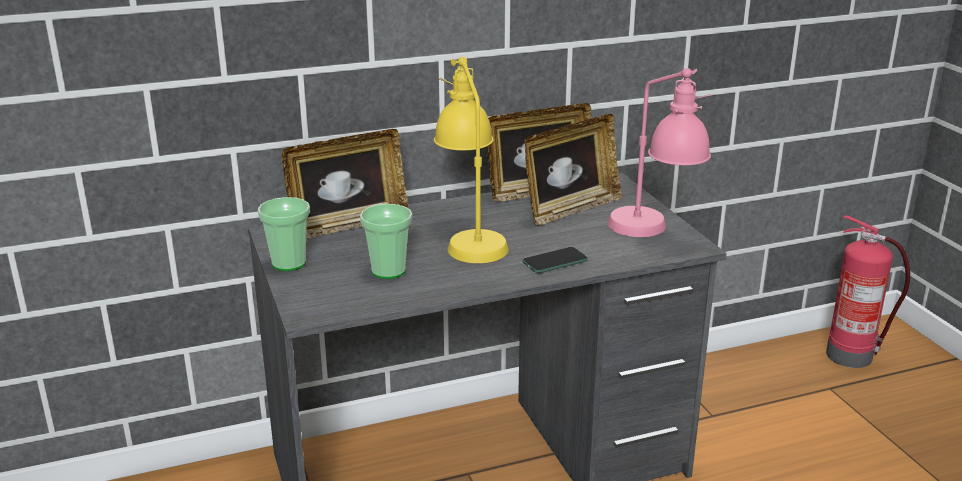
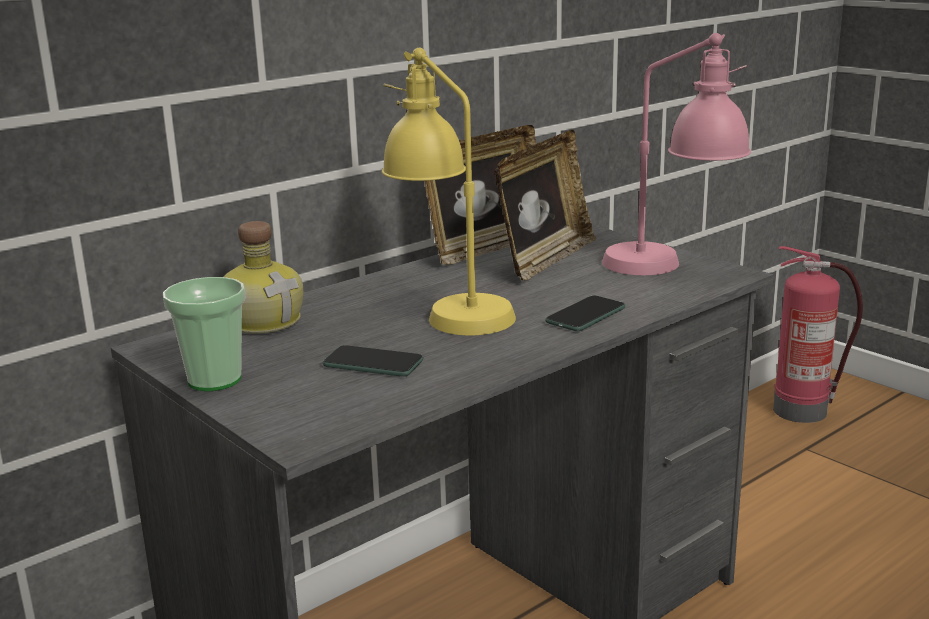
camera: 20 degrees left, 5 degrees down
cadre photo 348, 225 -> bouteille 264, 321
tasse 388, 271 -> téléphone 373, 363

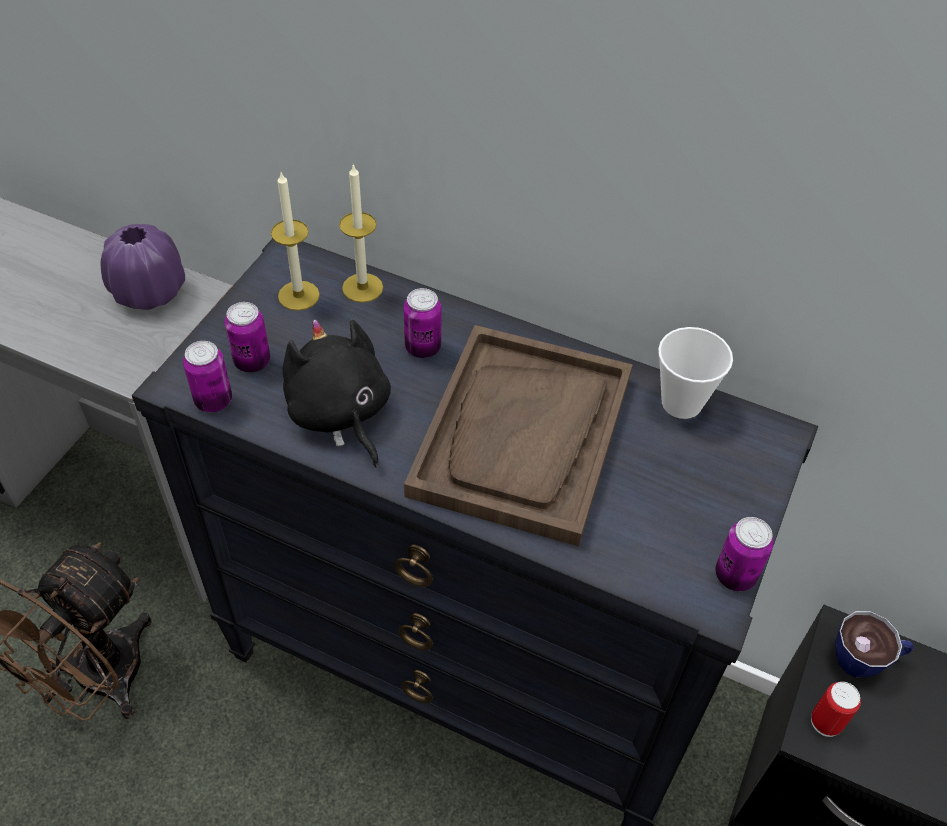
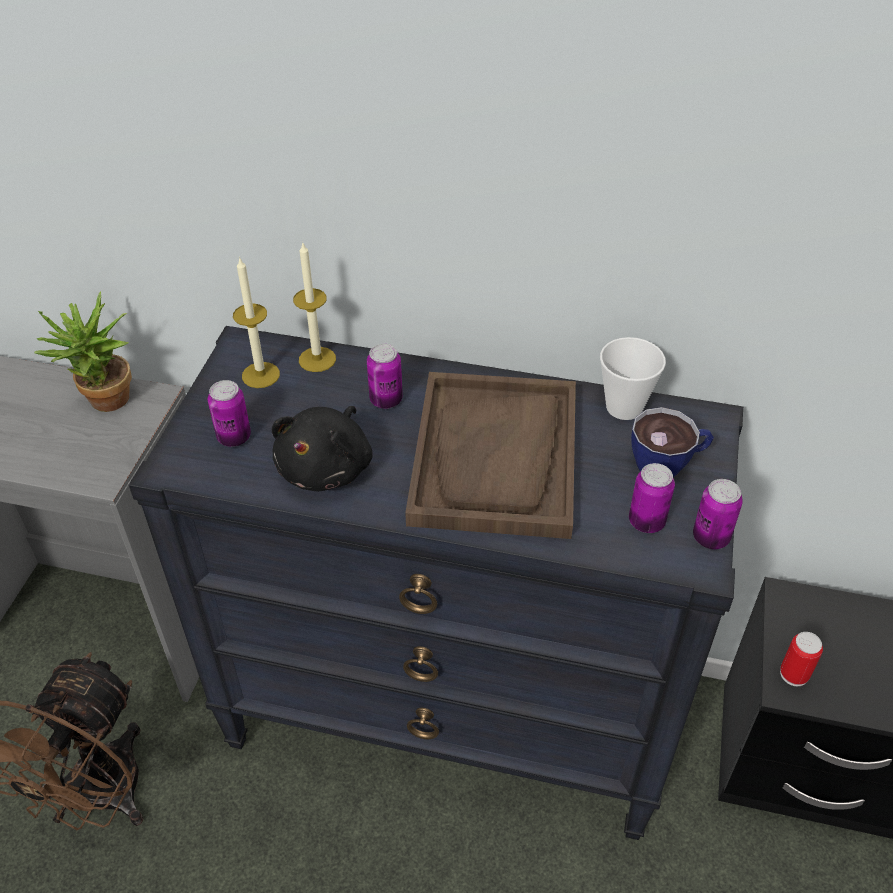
camera: 10 degrees left, 5 degrees down
vase/violet 149, 291 -> plante en pot 105, 404
peluche/noir 340, 414 -> peluche/noir 327, 467, 120 degrees counterclockwise
boîte métallique 213, 401 -> boîte métallique 646, 522, relocated
tasse 865, 659 -> tasse 668, 464, relocated

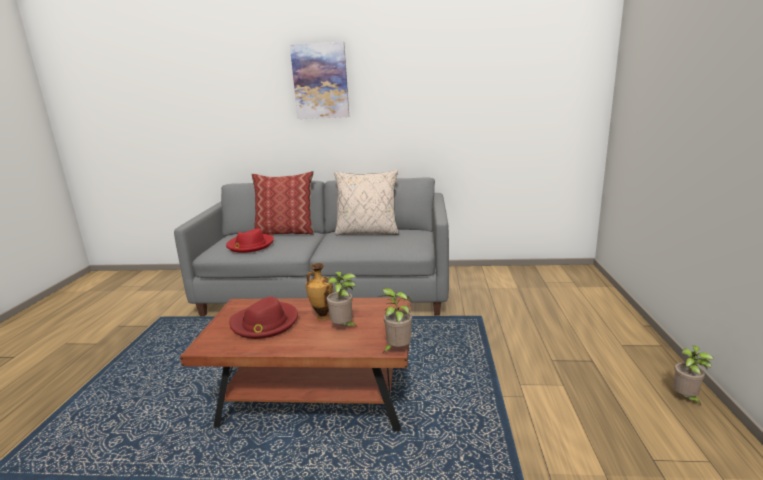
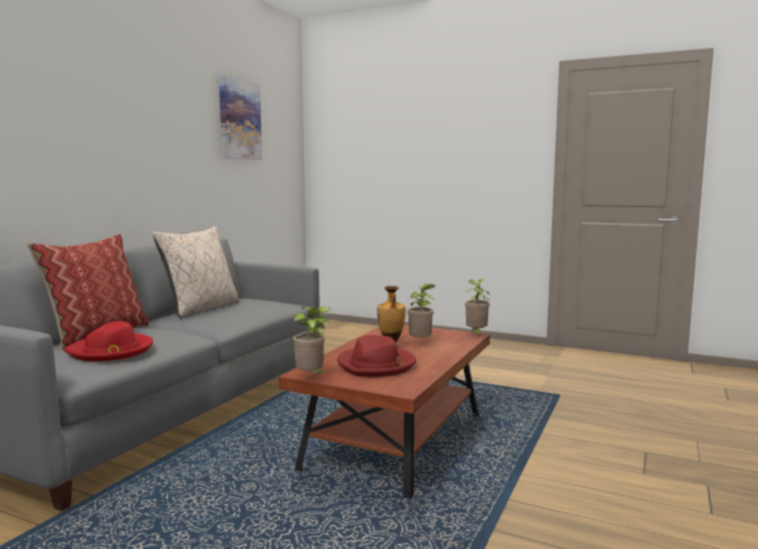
camera: 70 degrees left, 10 degrees down
tableau 320, 81 -> tableau 239, 120, relocated
plante en pot 685, 398 -> plante en pot 311, 377, relocated

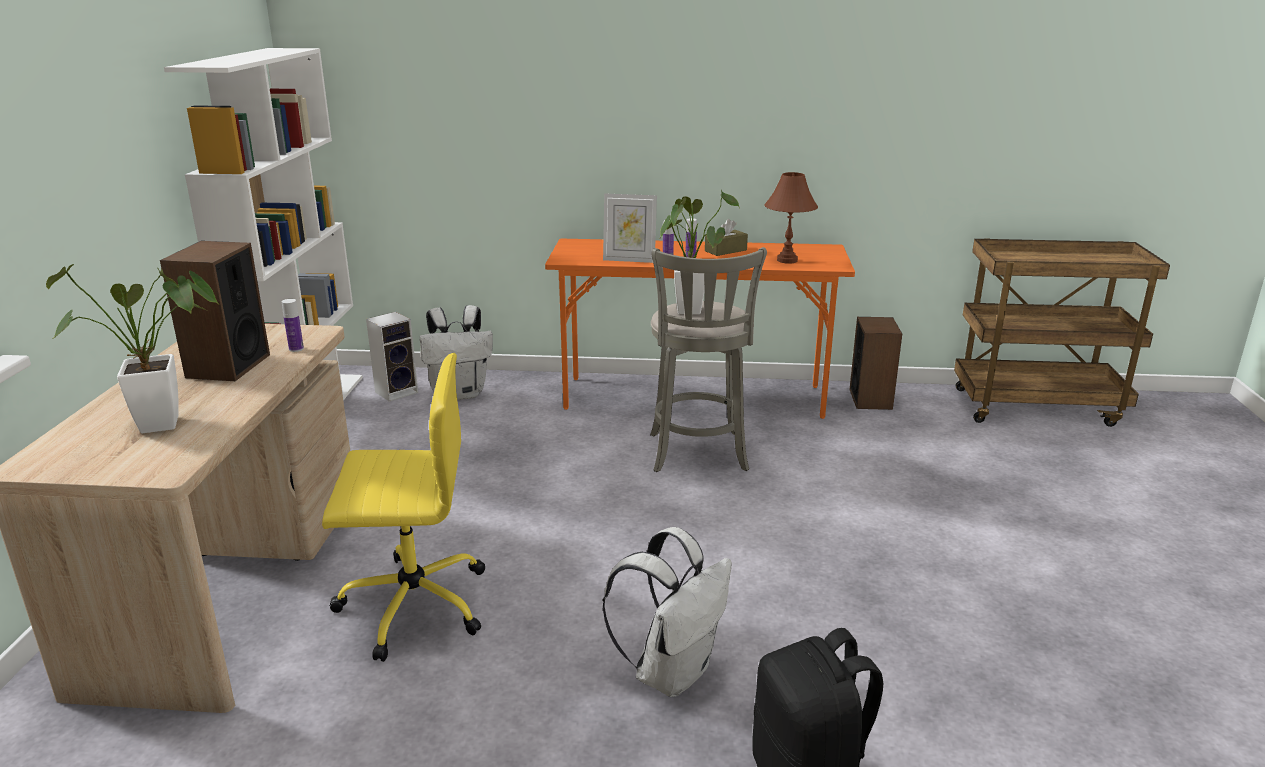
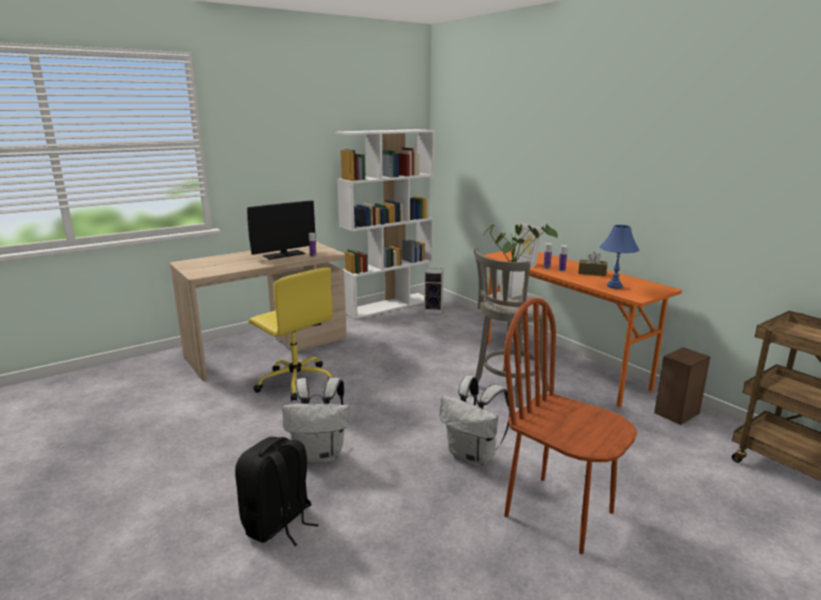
camera: 50 degrees right, 5 degrees down
enceinte 228, 366 -> écran d'ordinateur 284, 254
sac à dos/blanc 460, 393 -> sac à dos/blanc 474, 456, relocated
none -> chaise/marron 559, 513
lampe de table/marron 787, 260 -> lampe de table/bleu 614, 286
plante en pot 171, 424 -> none

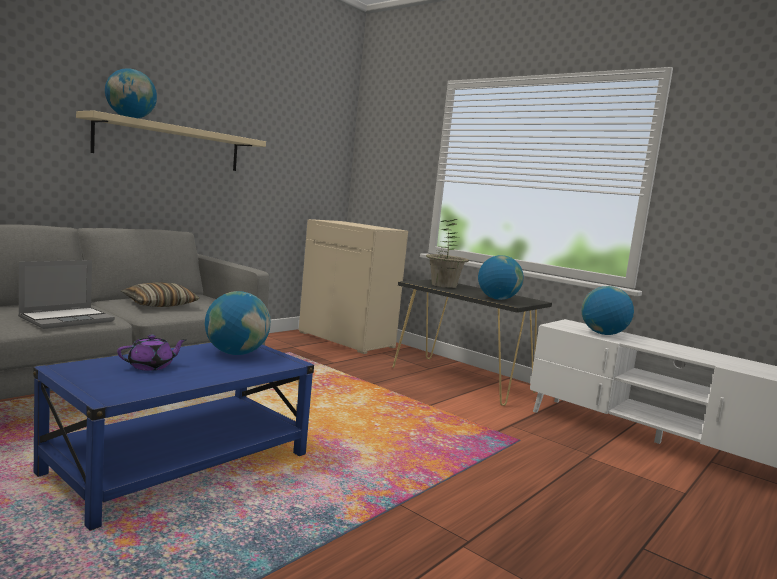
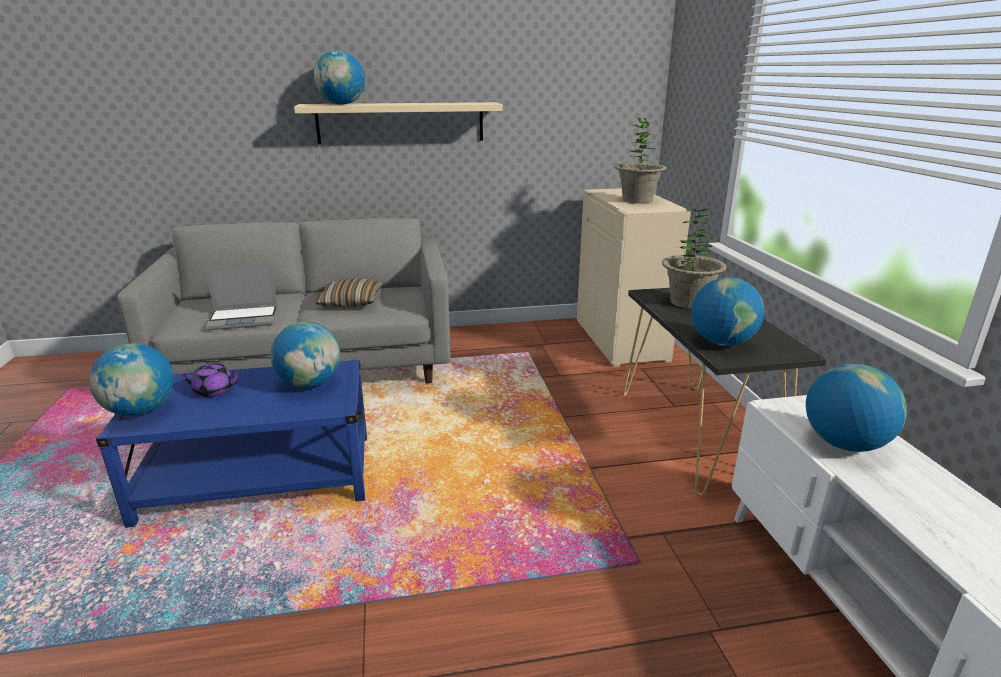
camera: 40 degrees right, 15 degrees up
none -> globe 141, 410
none -> plante en pot 637, 200

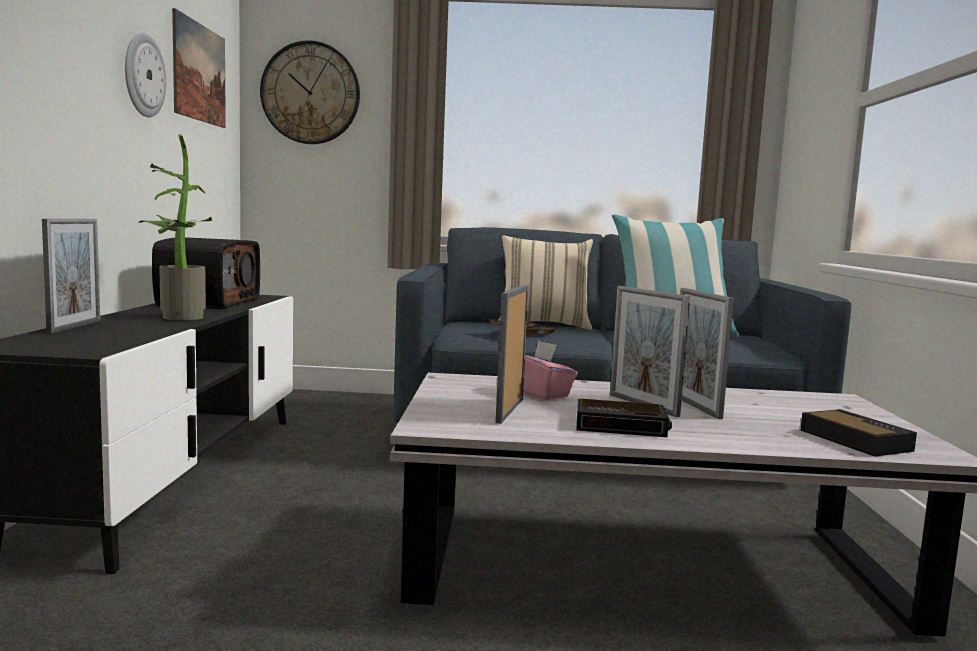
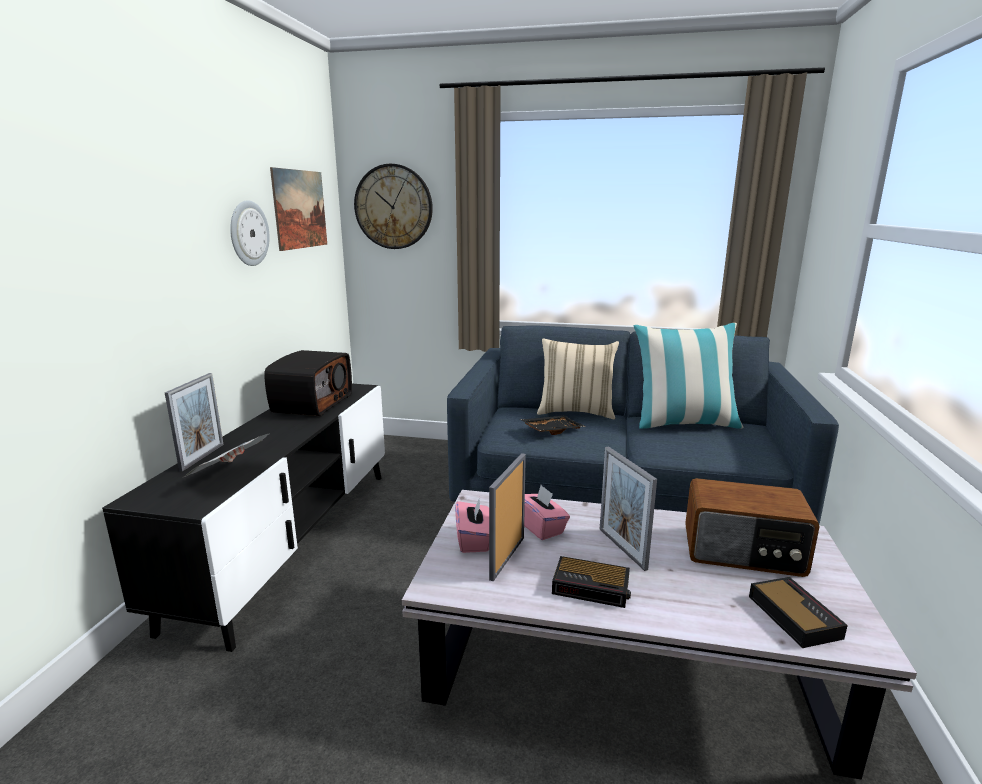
camera: 10 degrees right, 10 degrees up
none -> journal 229, 475
none -> boîte à mouchoirs/rose 474, 540
none -> radio 743, 552
plante en pot 177, 317 -> none
cadre photo 695, 406 -> none

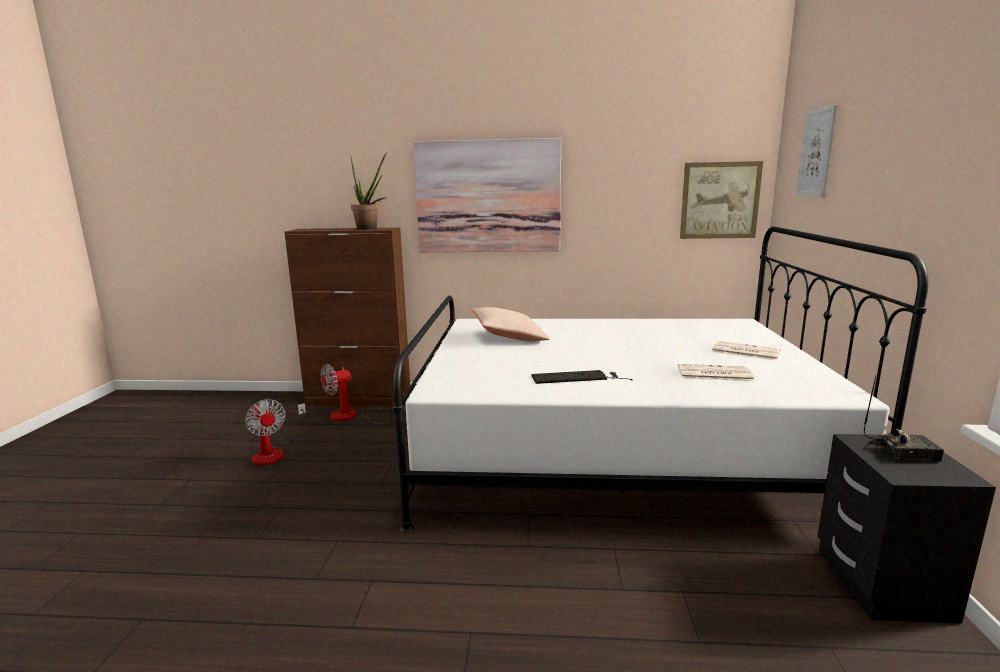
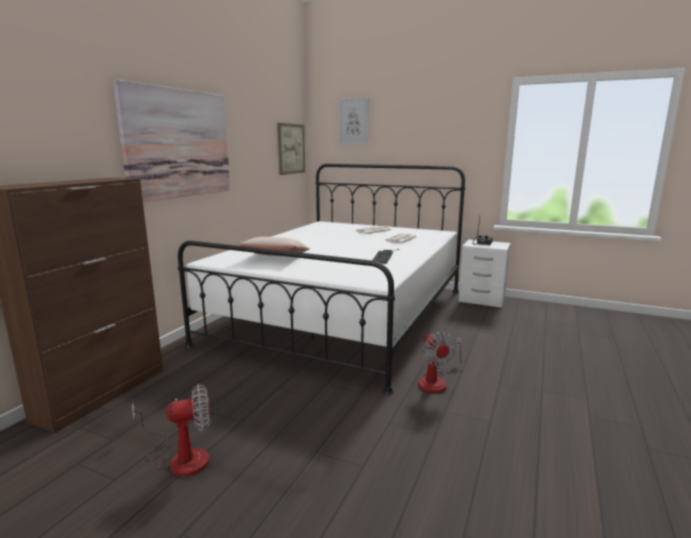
camera: 70 degrees left, 0 degrees up
ventilateur 352, 417 -> ventilateur 437, 381, relocated
table de chevet/noir 882, 584 -> table de chevet/blanc 482, 299
plante en pot 370, 229 -> none

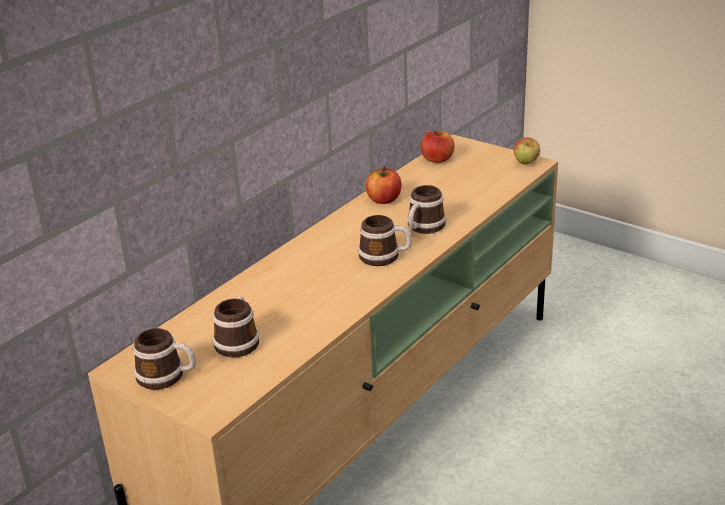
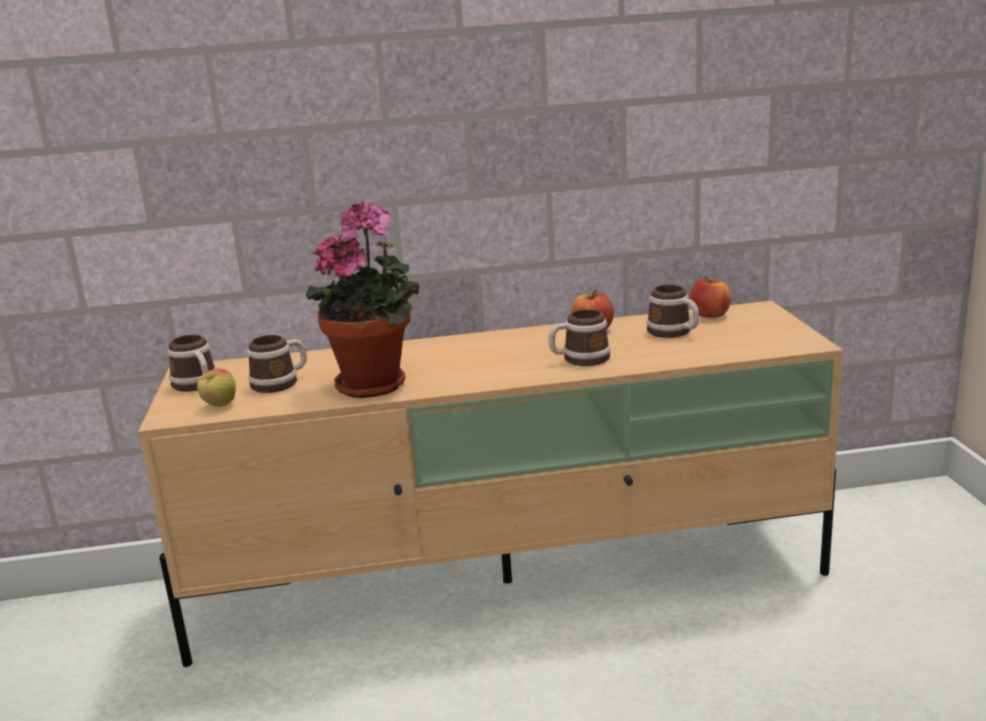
camera: 45 degrees right, 10 degrees down
pomme 526, 163 -> pomme 220, 406, relocated
none -> plante en pot 377, 383
mug 385, 256 -> mug 674, 332, relocated

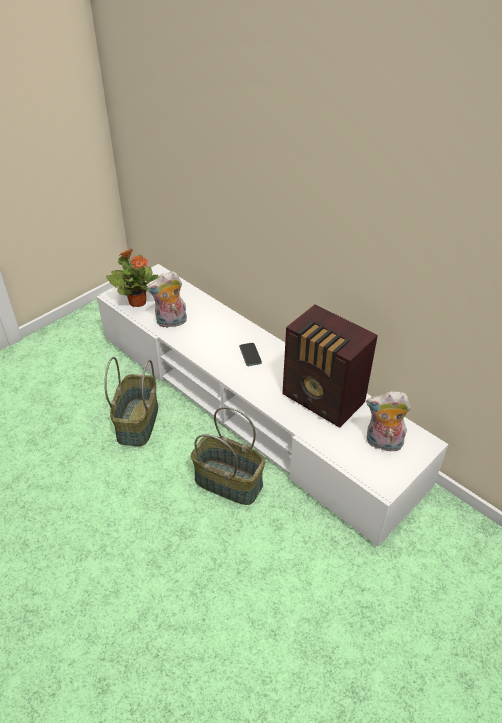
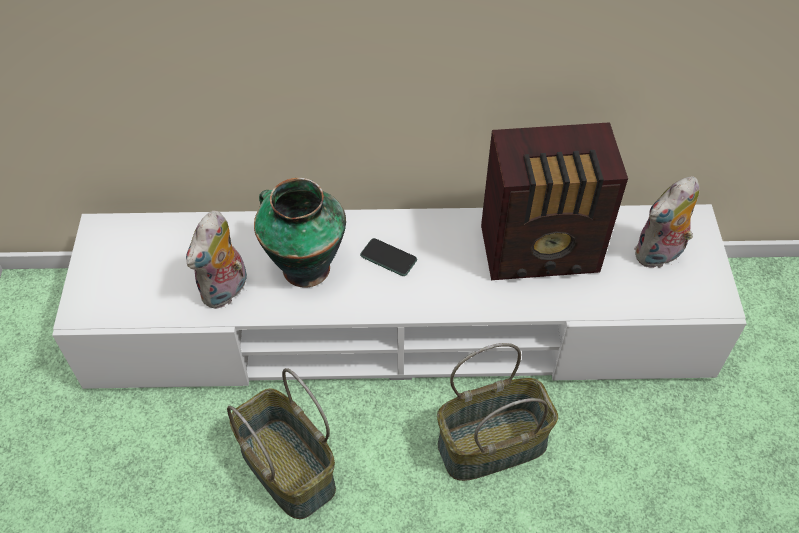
camera: 45 degrees left, 10 degrees up
none -> vase 304, 266
plante en pot 137, 302 -> none

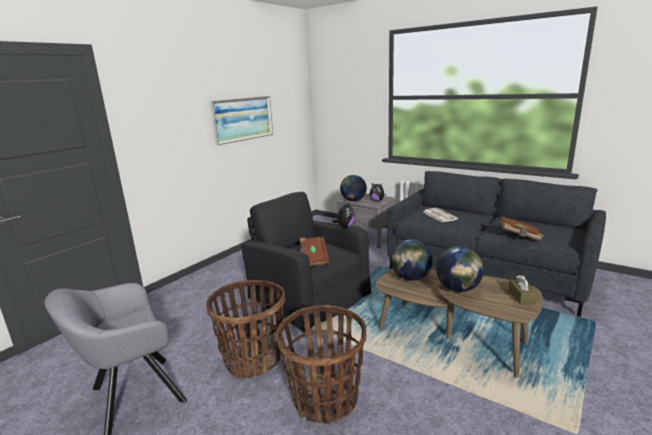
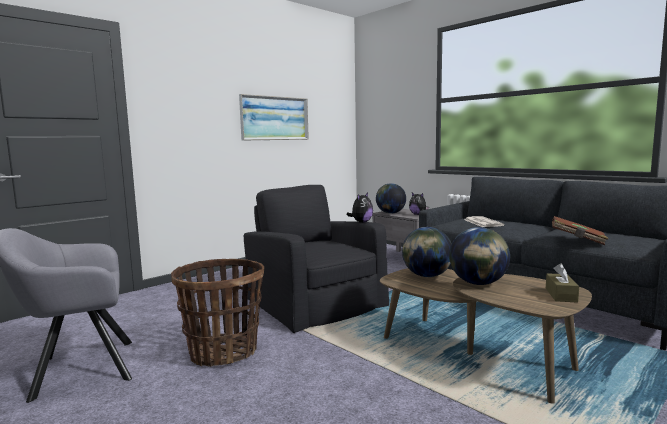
camera: 10 degrees right, 10 degrees down
panier 325, 400 -> none
livre/marron 313, 259 -> none

